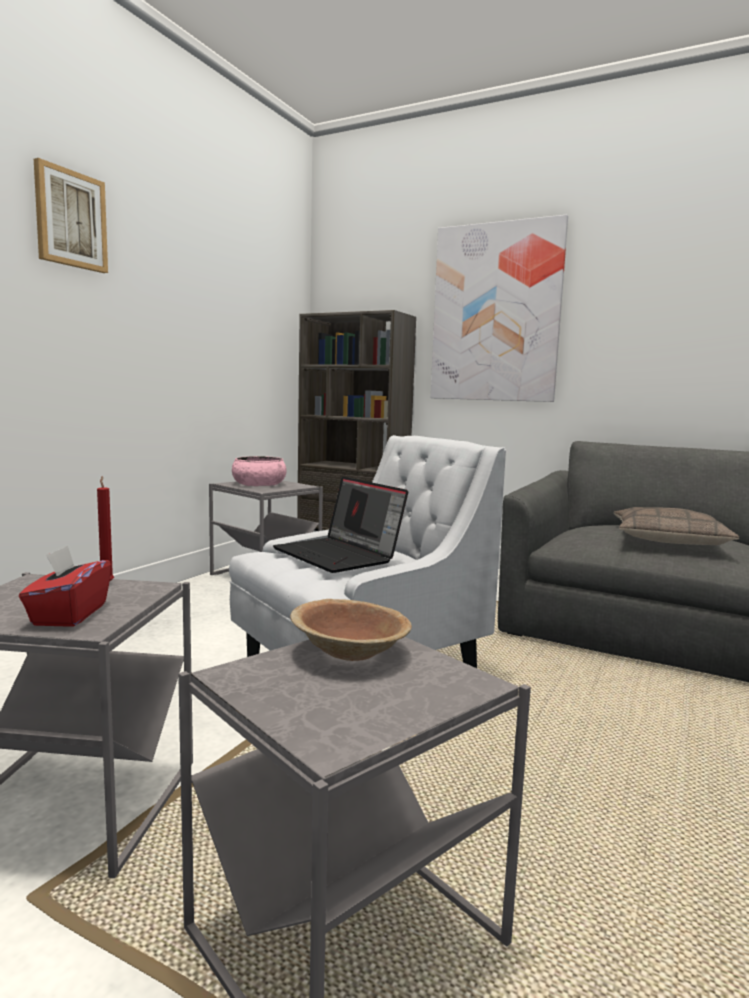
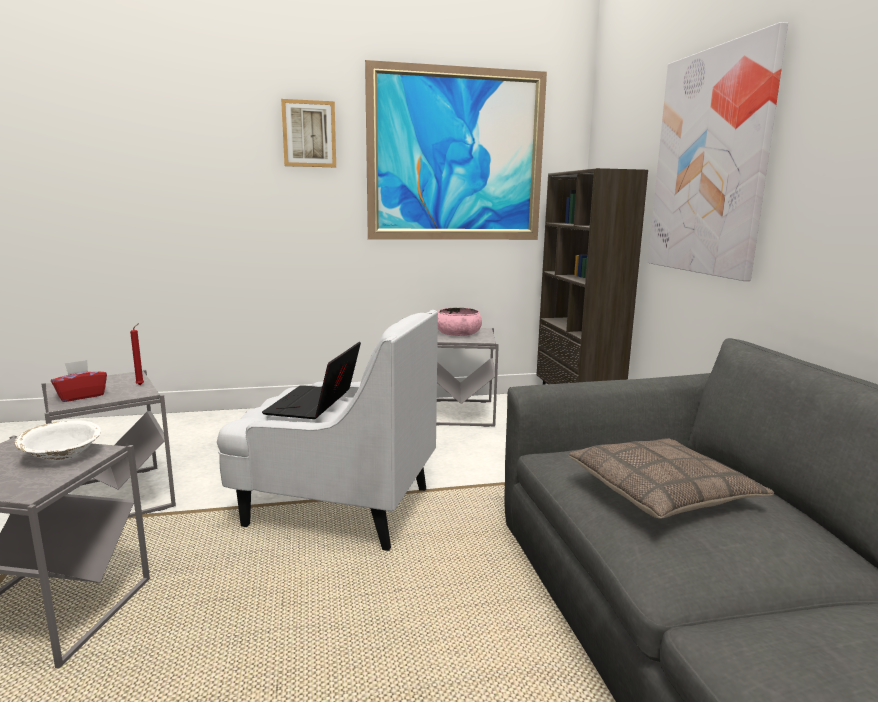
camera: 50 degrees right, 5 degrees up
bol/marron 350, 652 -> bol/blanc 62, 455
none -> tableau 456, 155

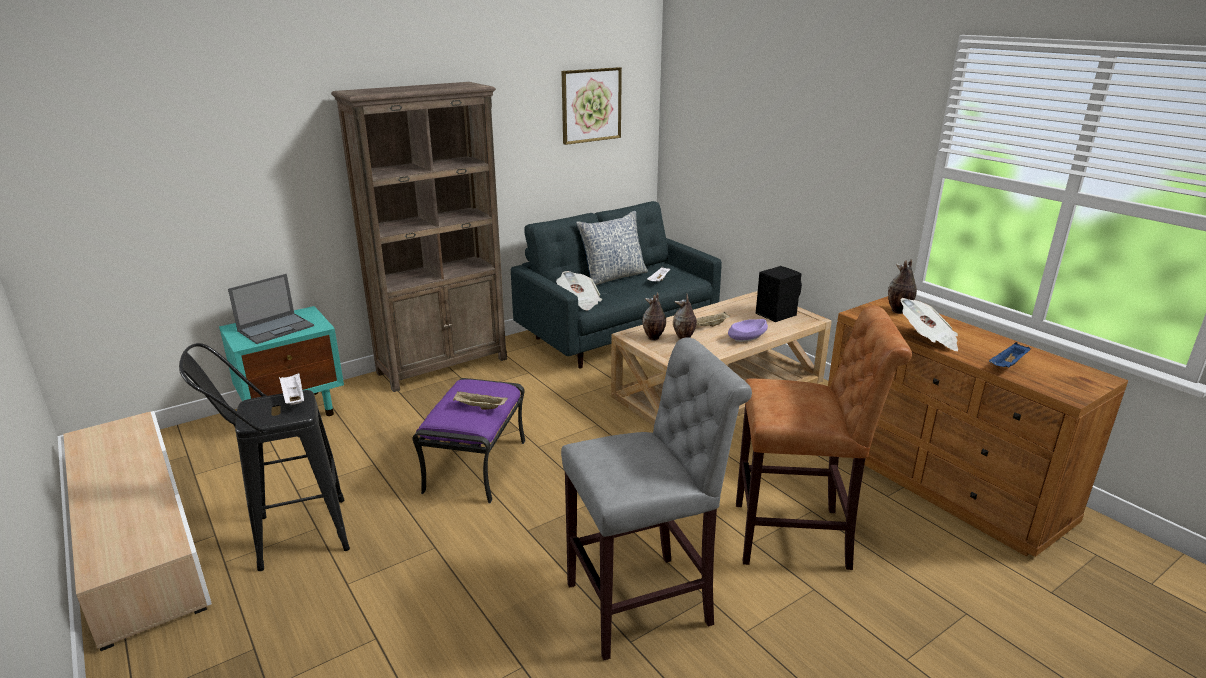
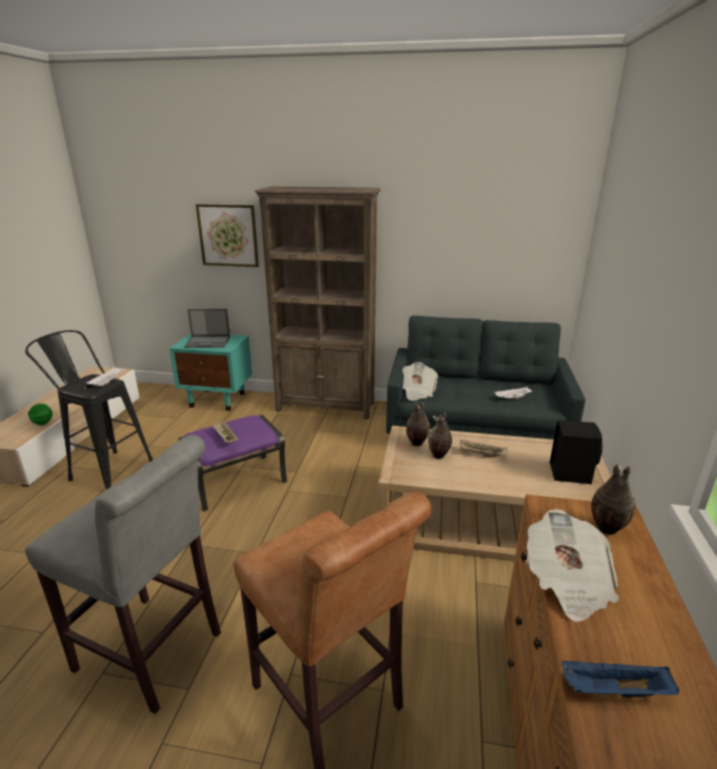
camera: 45 degrees right, 0 degrees up
none -> bol/vert 42, 420
tableau 591, 105 -> tableau 228, 235, relocated
coussin 613, 277 -> none
bol/violet 747, 337 -> none

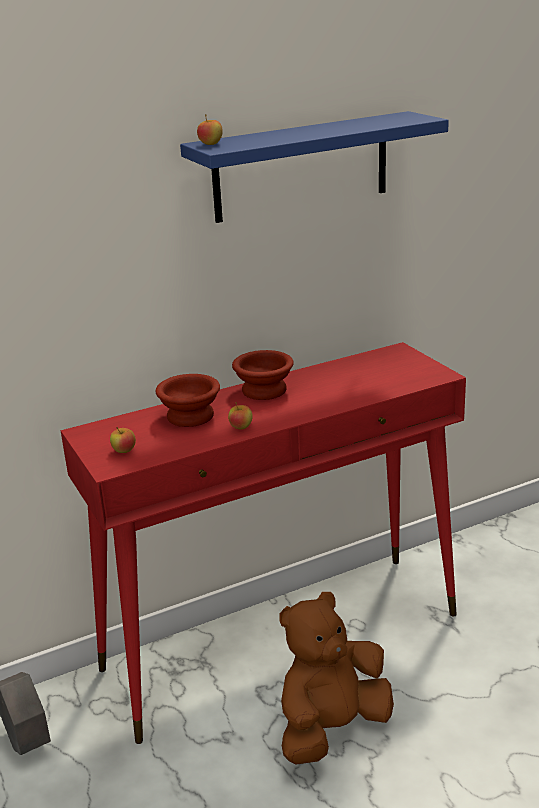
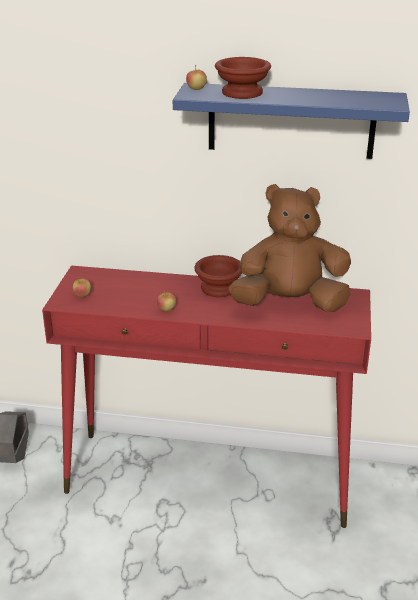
camera: 35 degrees right, 5 degrees up
bol/marron 192, 416 -> bol/marron 243, 93, relocated
peluche/marron 332, 728 -> peluche/marron 289, 303, relocated

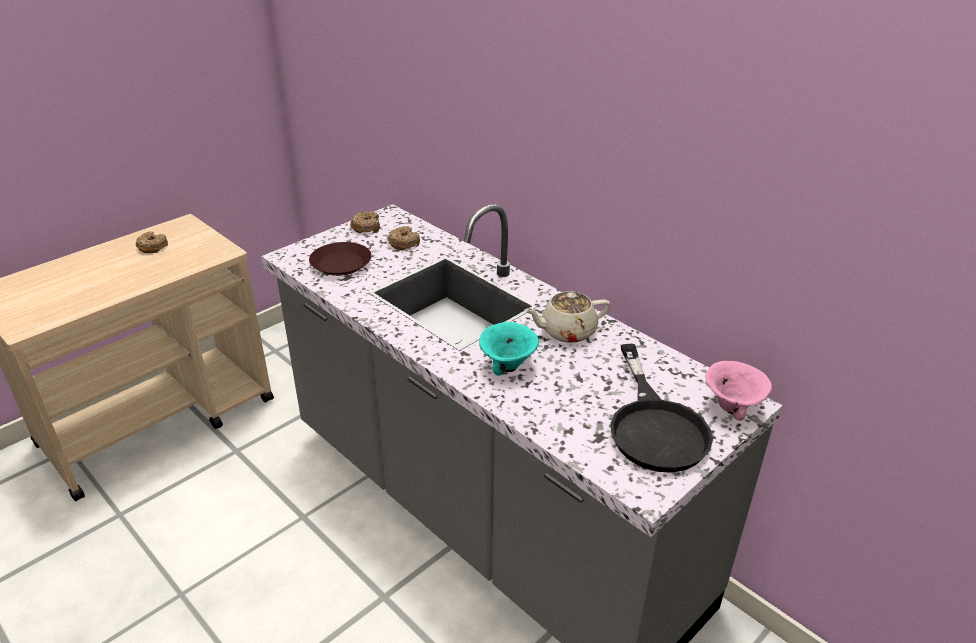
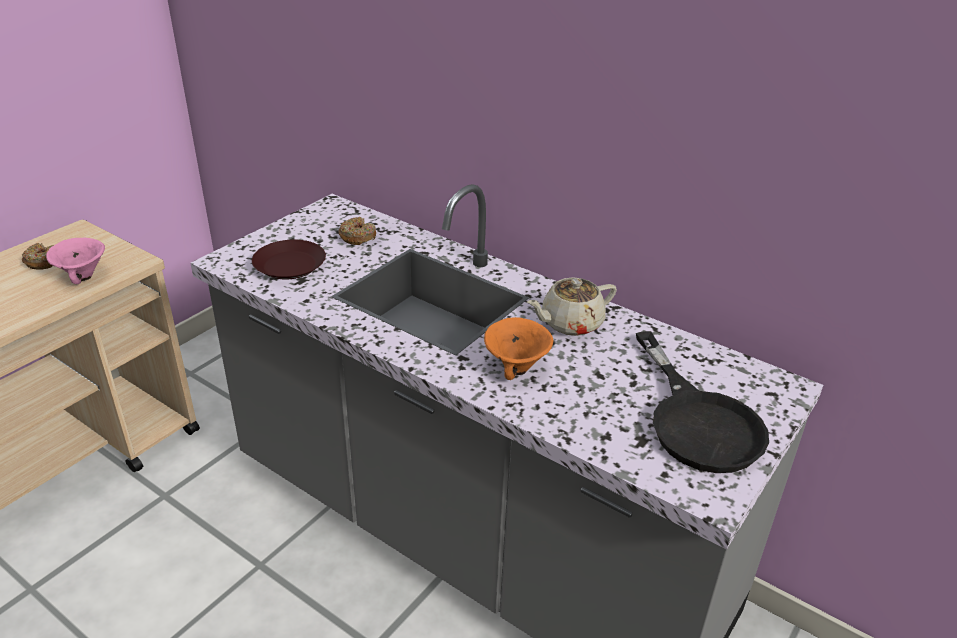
camera: 10 degrees left, 0 degrees up
bol/rose 731, 407 -> bol/rose 83, 276, relocated
bol/turquoise 508, 365 -> bol/orange 516, 367
beignet 366, 227 -> none

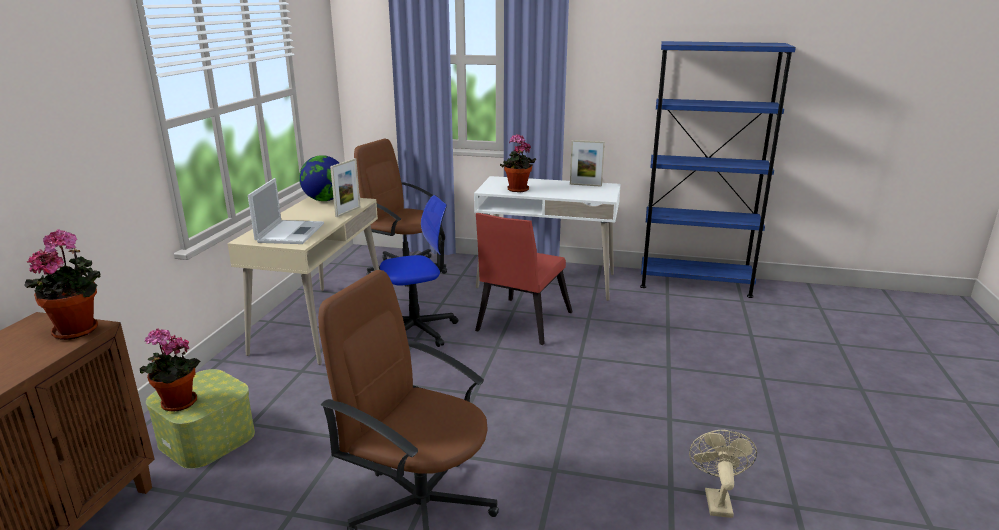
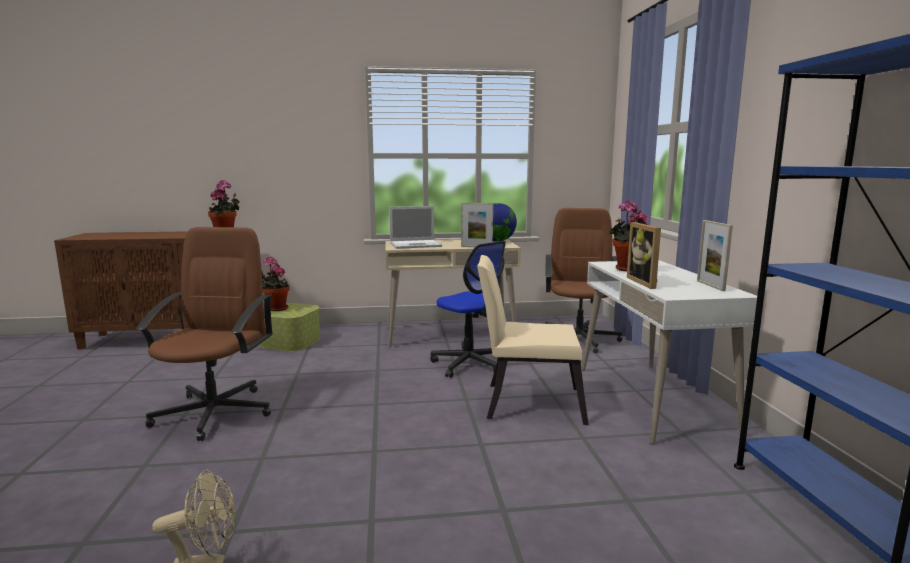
camera: 70 degrees right, 10 degrees down
chaise/rouge 520, 324 -> chaise/beige 527, 402
none -> cadre photo 646, 282

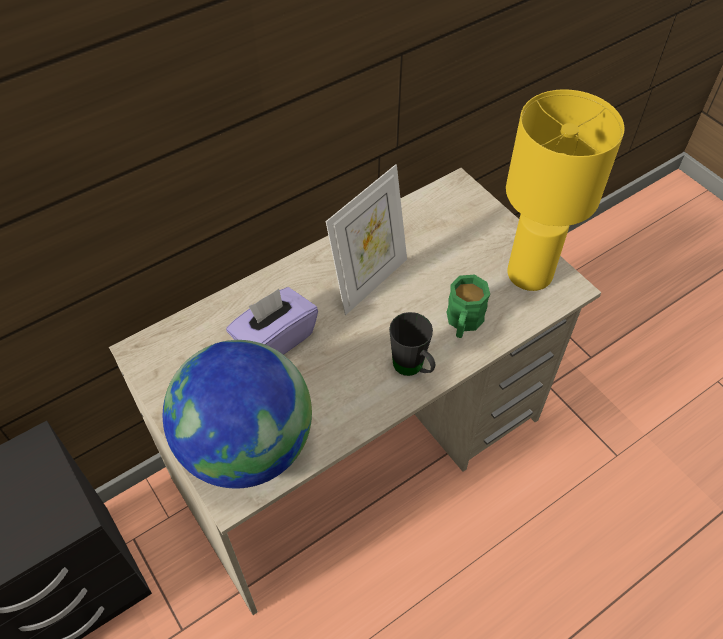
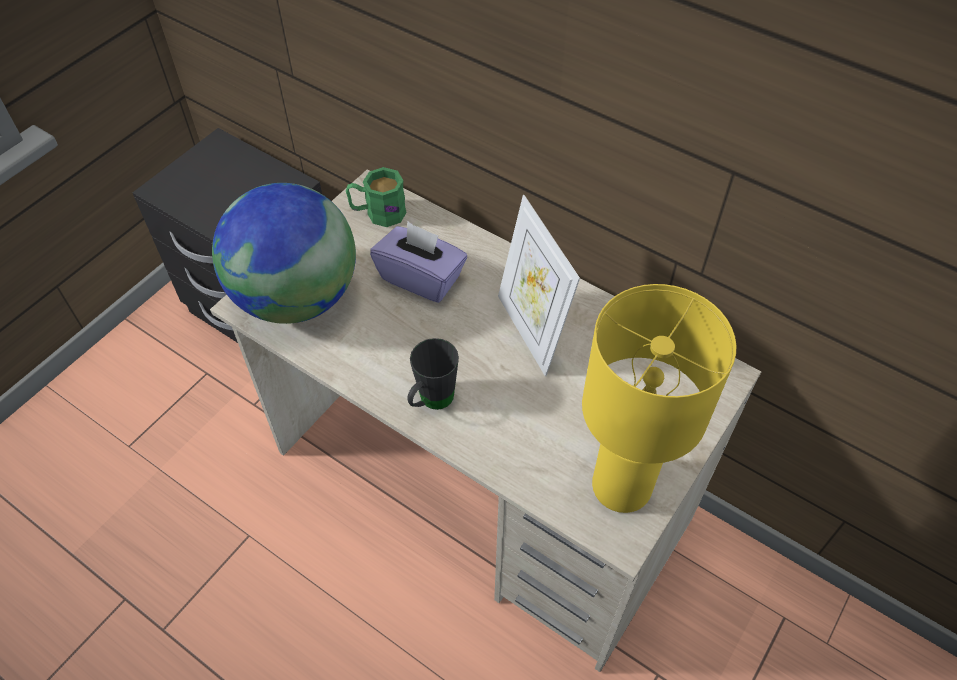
camera: 70 degrees right, 0 degrees up
mug/vert 463, 323 -> mug/vert 378, 213, relocated
cadre photo 369, 281 -> cadre photo 531, 331, 45 degrees clockwise

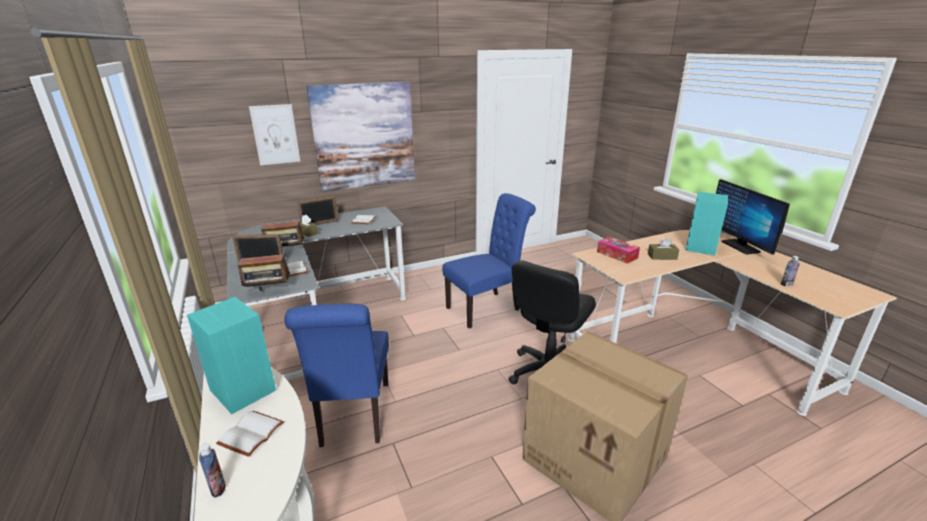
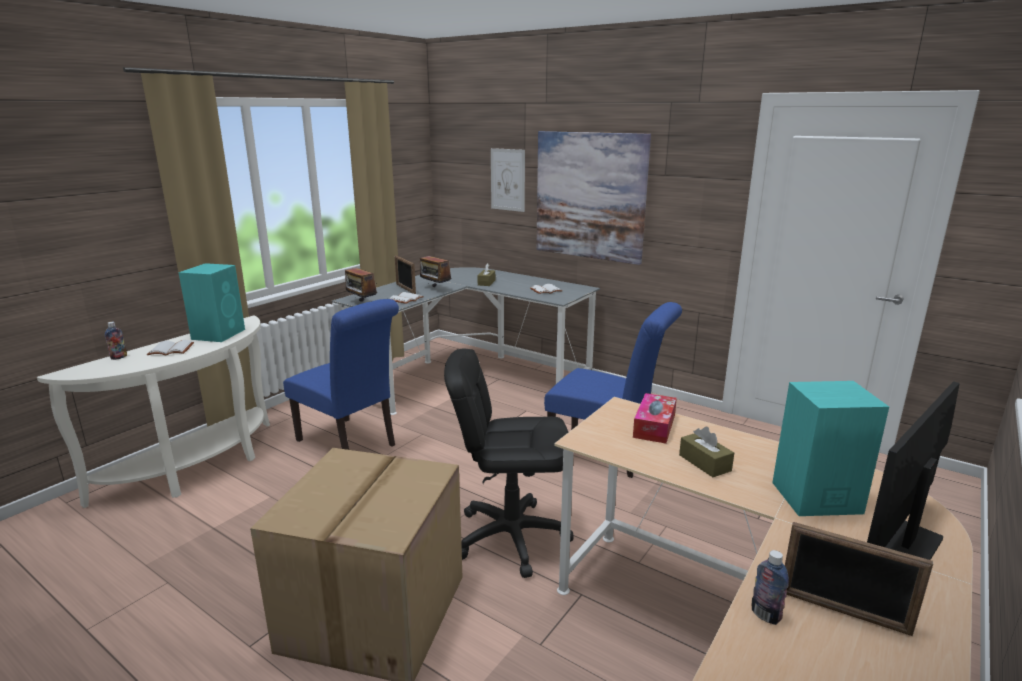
camera: 60 degrees right, 5 degrees down
chaise/bleu 354, 417 -> chaise/bleu 350, 444, 105 degrees counterclockwise
cadre photo 320, 224 -> cadre photo 843, 612, relocated

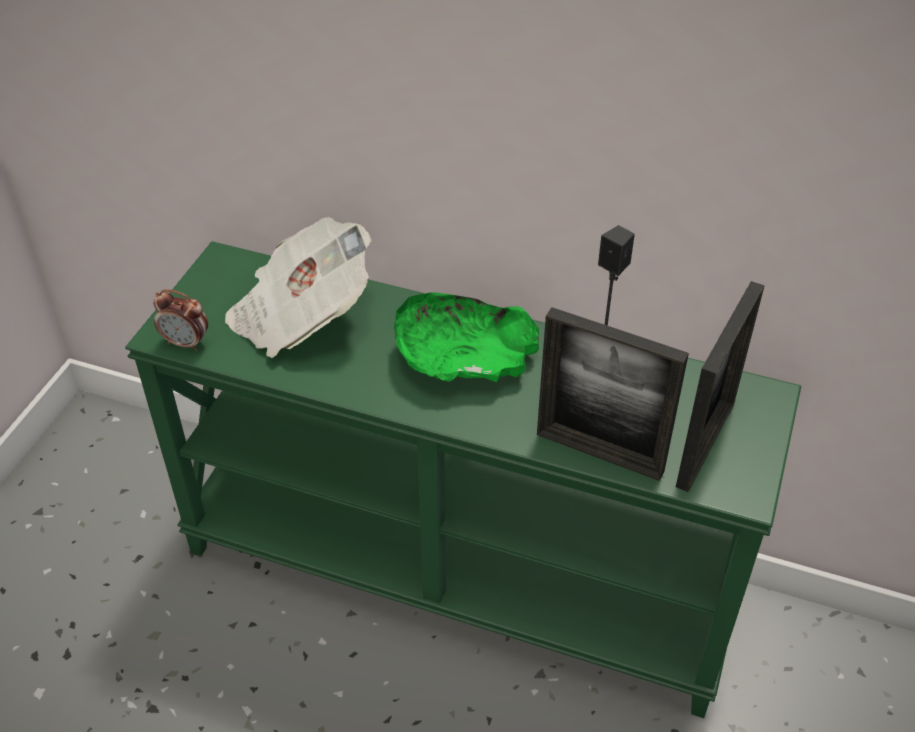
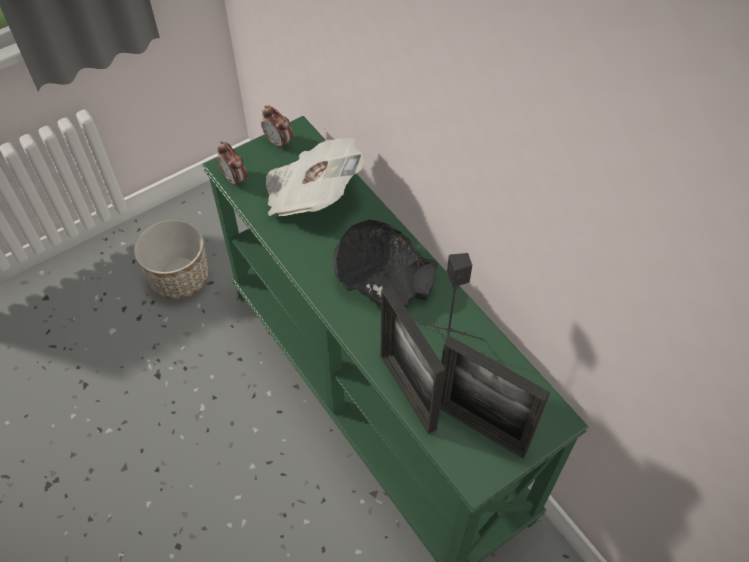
camera: 35 degrees right, 10 degrees up
none -> cache-pot 179, 278
none -> réveil 278, 142
bol/vert 463, 356 -> bol/noir 383, 276
cadre photo 705, 444 -> cadre photo 481, 428, 60 degrees clockwise

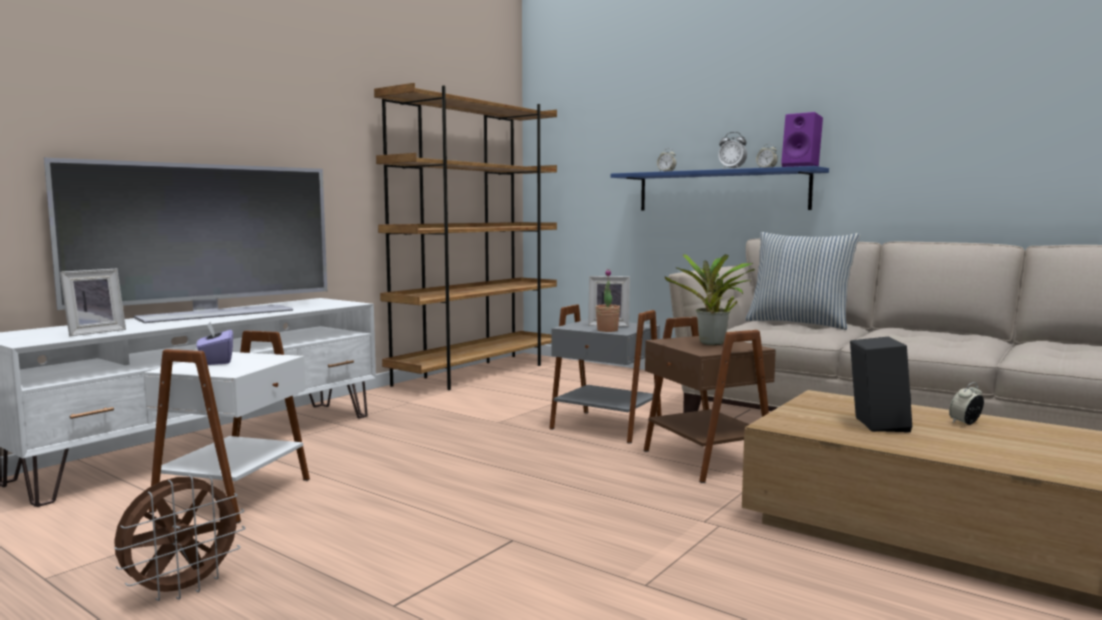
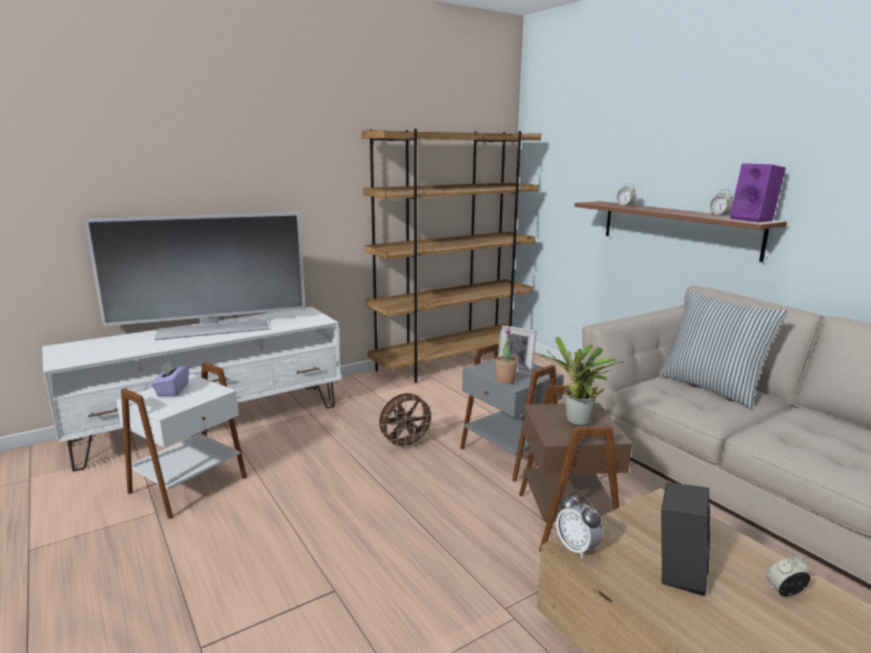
camera: 20 degrees right, 10 degrees up
ventilateur/marron 182, 590 -> ventilateur/marron 405, 445, relocated
réveil 732, 169 -> réveil 577, 548, relocated
étagère/bleu 721, 191 -> étagère/marron 677, 228
cadre photo 94, 332 -> none

